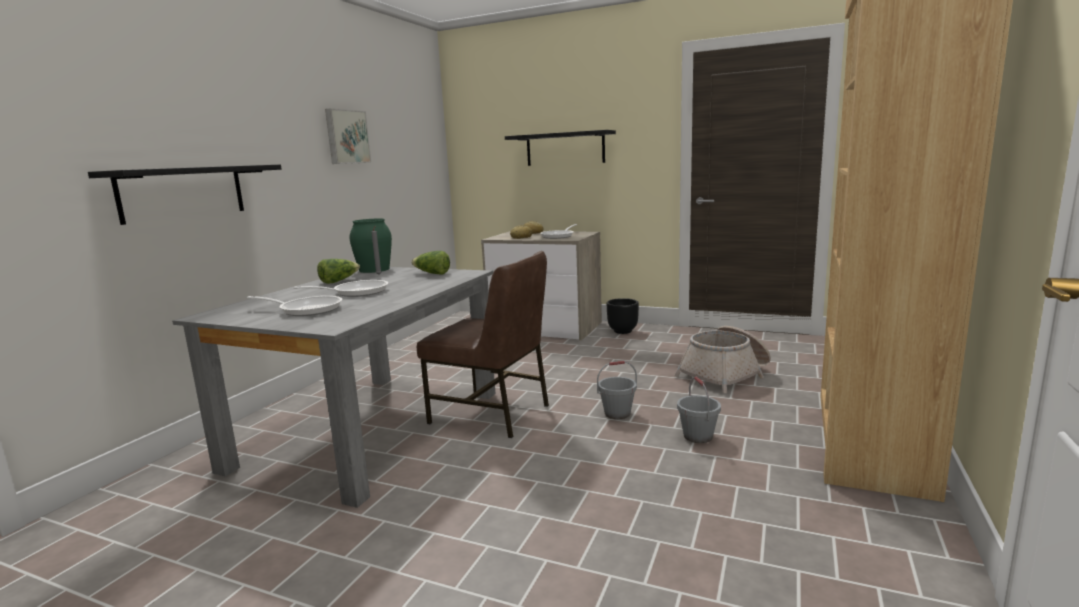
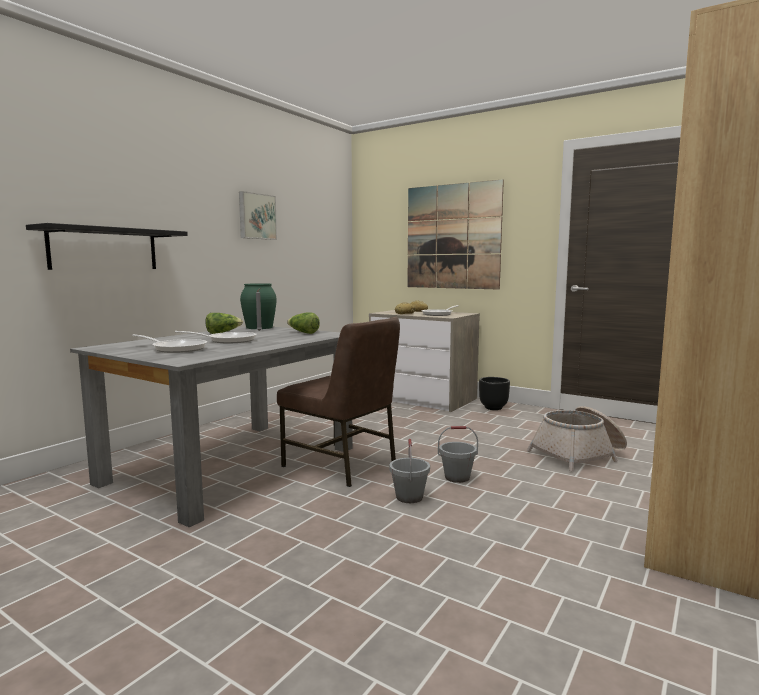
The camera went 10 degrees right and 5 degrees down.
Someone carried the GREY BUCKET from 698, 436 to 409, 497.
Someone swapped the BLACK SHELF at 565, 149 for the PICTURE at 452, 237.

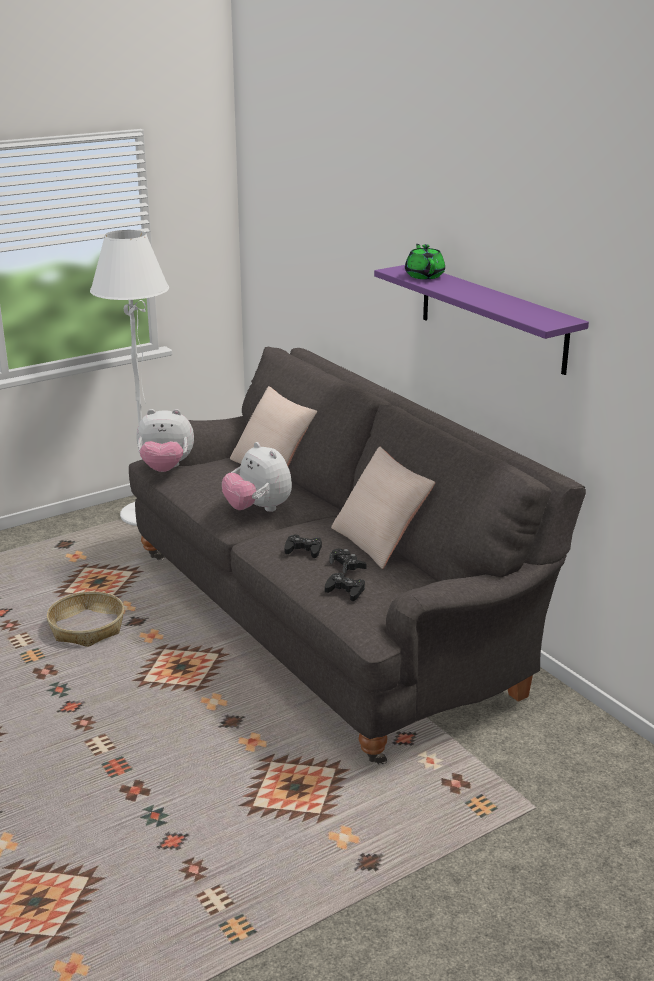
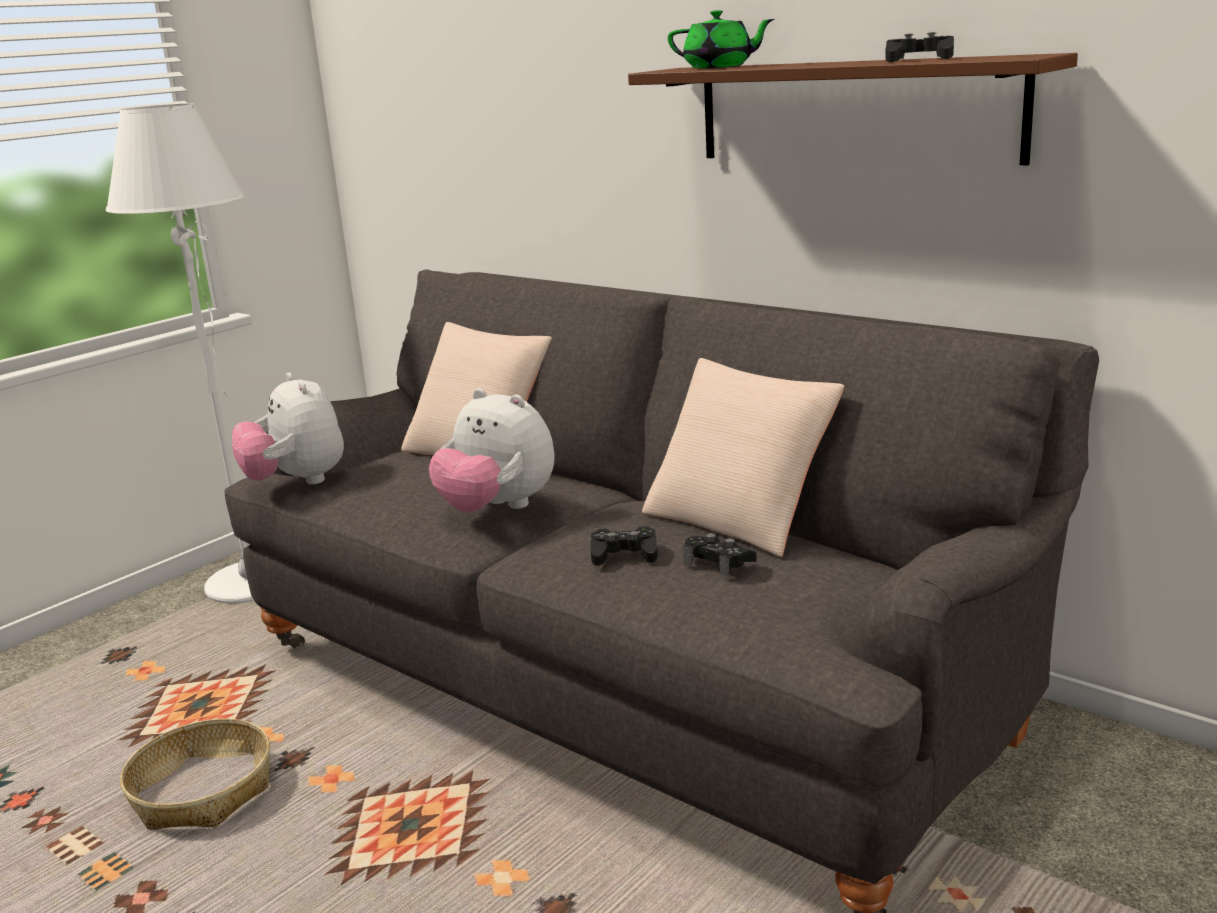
The camera went 15 degrees left and 5 degrees down.
Someone rotated the PLUSH TOY at 166, 469 by 75 degrees clockwise.
Someone repainted the PURPLE SHELF at 492, 317, which became the BROWN SHELF at 854, 111.
Someone rotated the GREEN TEAPOT at 424, 276 by 135 degrees clockwise.
Someone carried the BLACK GAME CONTROLLER from 345, 591 to 919, 59.

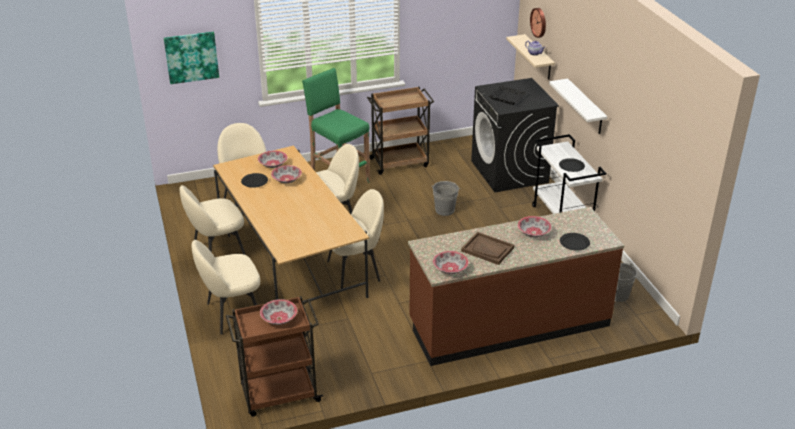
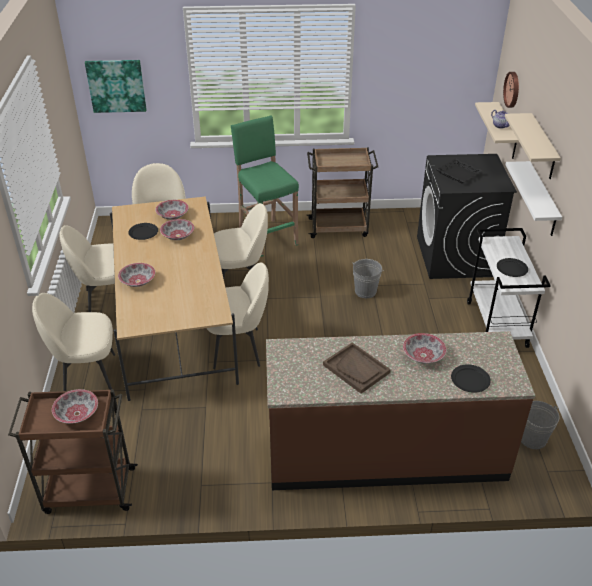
The camera went 15 degrees right and 5 degrees up.
Someone carried the BOWL from 450, 269 to 138, 281.
Someone put up the BEIGE SHELF at 542, 147.

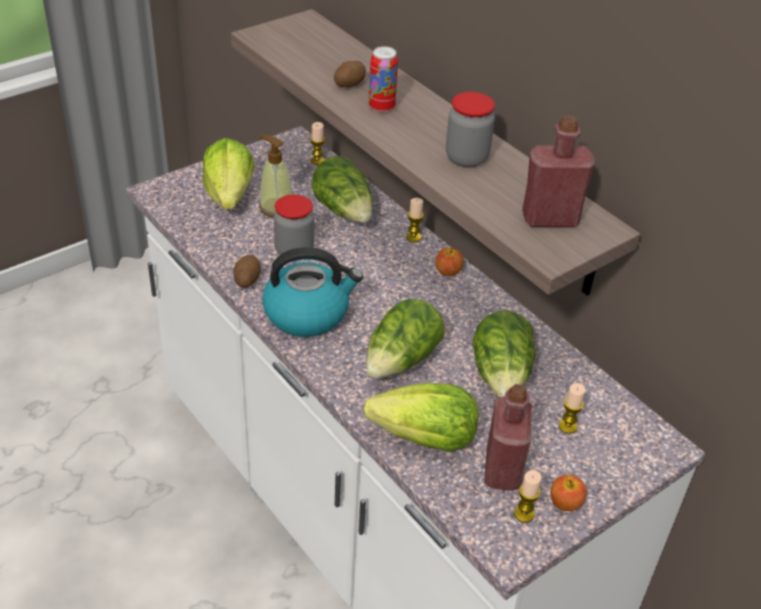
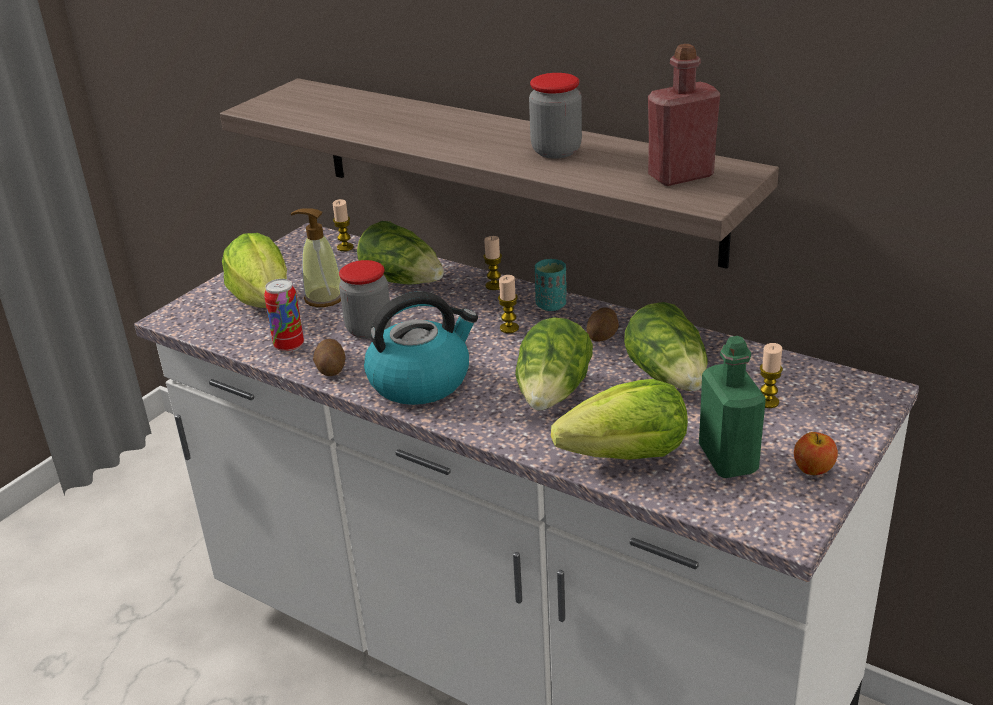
The camera went 15 degrees left and 10 degrees down.
Someone carried the CAN from 381, 107 to 289, 346.
Someone carried the CANDLE from 524, 514 to 509, 328.
Someone swapped the APPLE at 448, 272 for the TURQUOISE CUP at 551, 305.
Someone carried the POTATO from 350, 84 to 603, 336.
Someone repainted the RED BOTTLE at 502, 470, which became the GREEN BOTTLE at 728, 459.

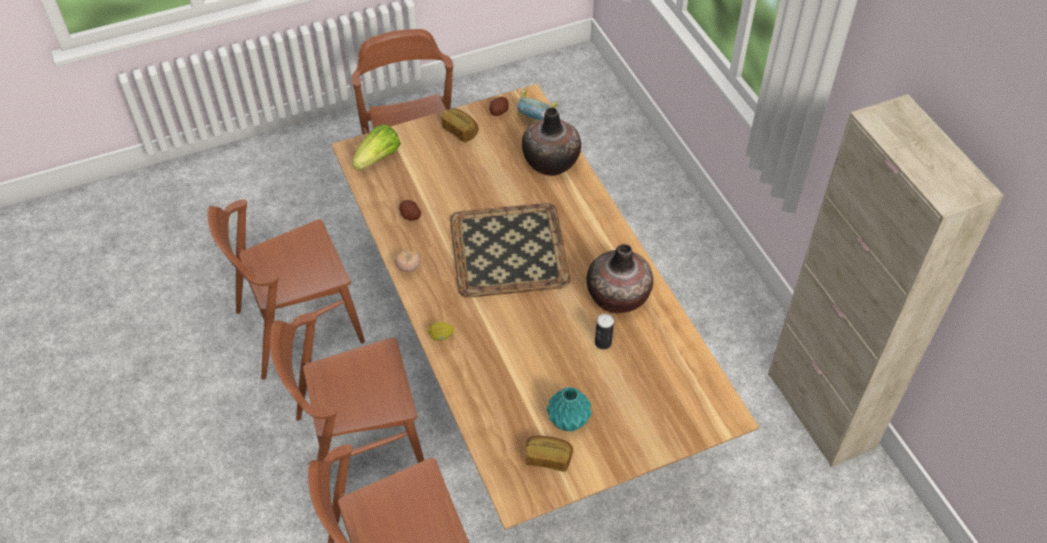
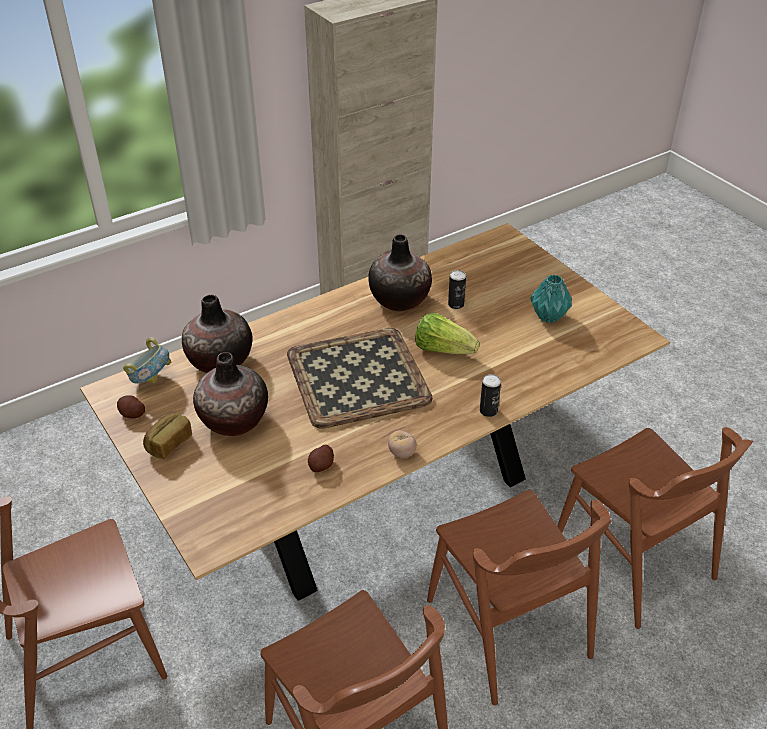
The camera went 100 degrees left and 10 degrees down.
Someone put down the VASE at 234, 420.
Someone carried the LETTUCE from 378, 158 to 443, 349.
Someone swapped the LEMON at 441, 336 for the CAN at 488, 411.
Someone took away the BREAD at 548, 458.

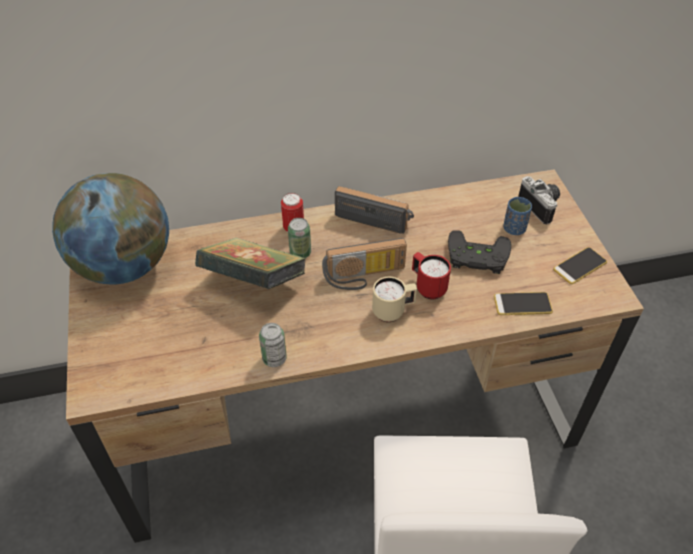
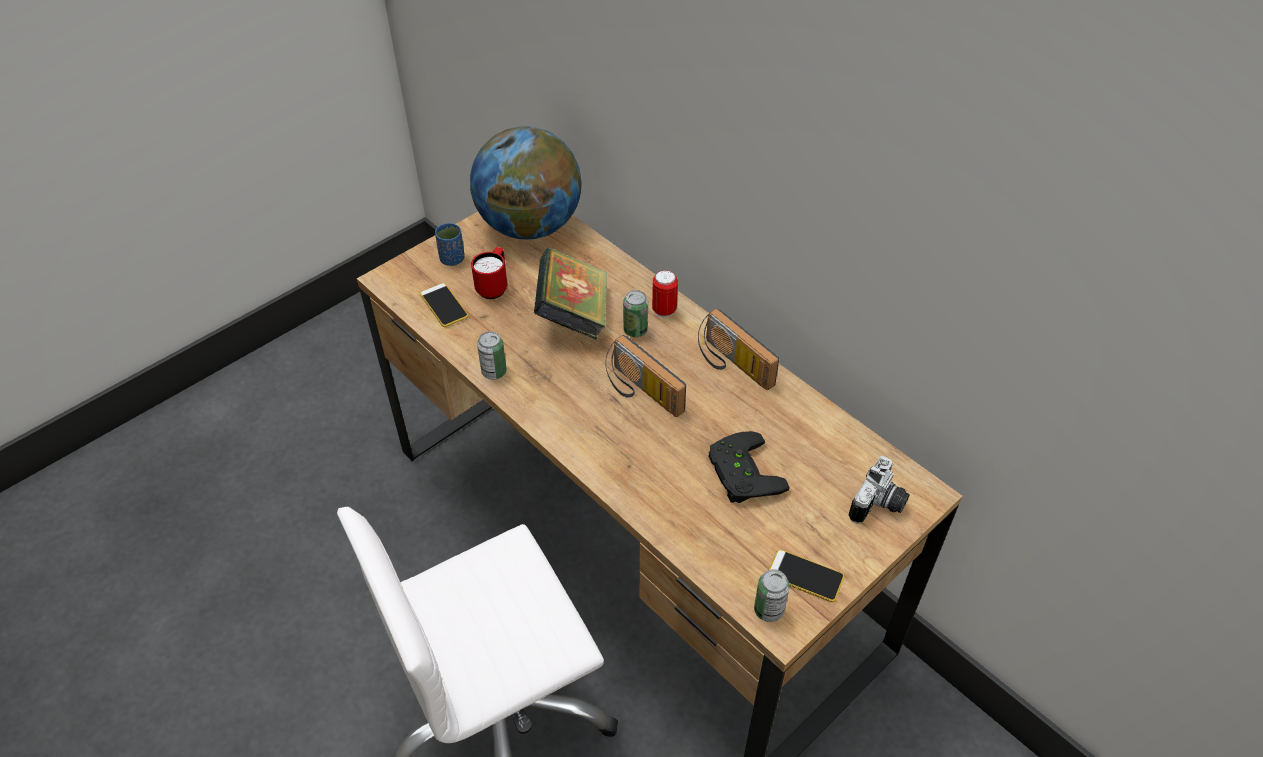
The camera went 60 degrees right and 0 degrees up.
Someone carried the PHONE from 522, 304 to 444, 305.
Someone carried the BLUE CUP from 514, 229 to 452, 259.
Someone carried the RED MUG from 427, 287 to 494, 287.
Someone rotated the RADIO at 375, 218 by 150 degrees clockwise.
Someone put down the CAN at 768, 610.
Someone took away the BEIGE MUG at 393, 311.

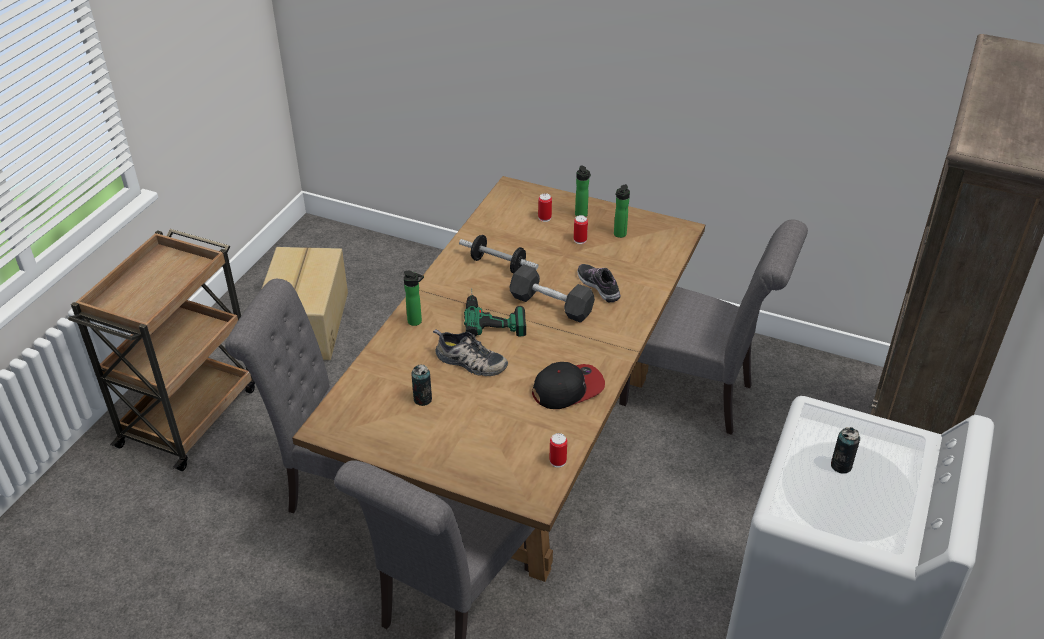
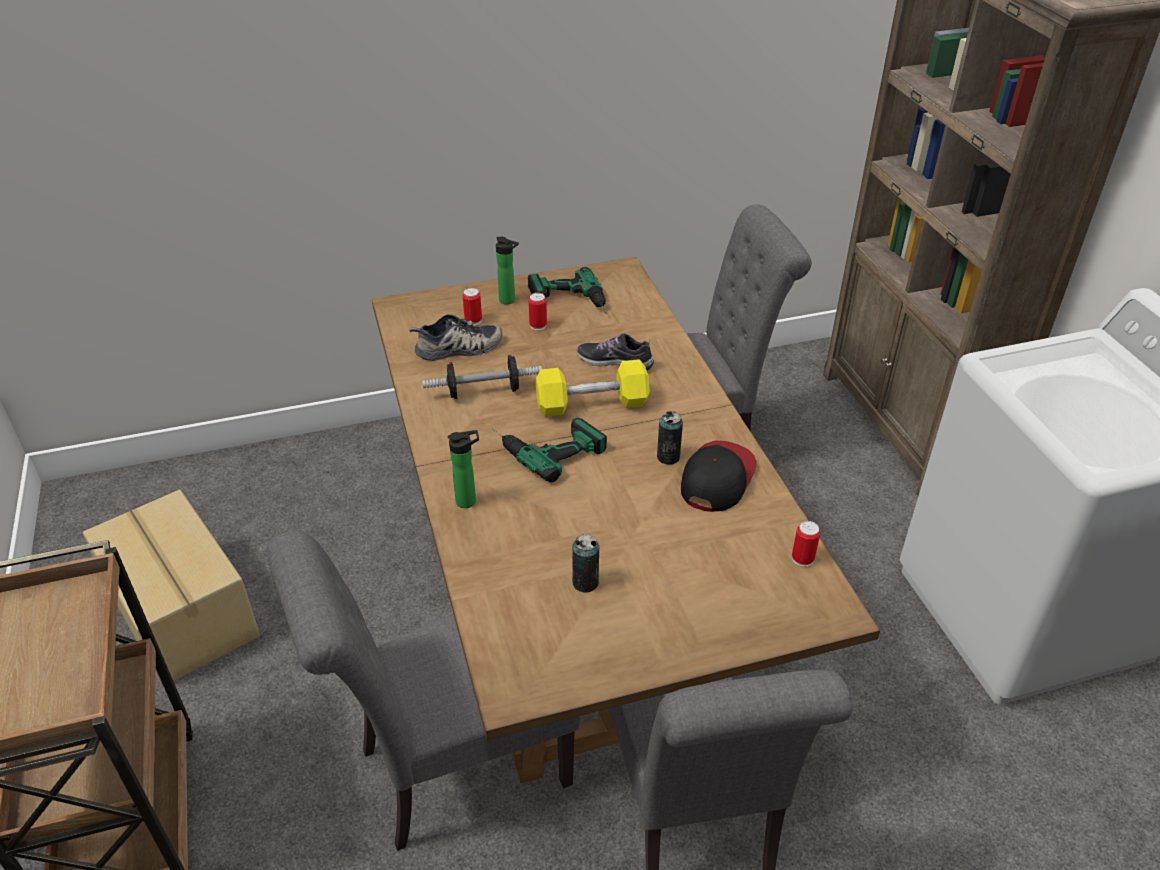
The camera went 40 degrees left and 0 degrees up.
Someone carried the SHOE from 469, 362 to 458, 349.
Someone swapped the BOTTLE at 619, 235 for the POWER DRILL at 570, 302.
Someone repainted the BLACK DUMBBELL at 551, 305, which became the YELLOW DUMBBELL at 592, 404.
Someone carried the CAN from 841, 465 to 668, 457.

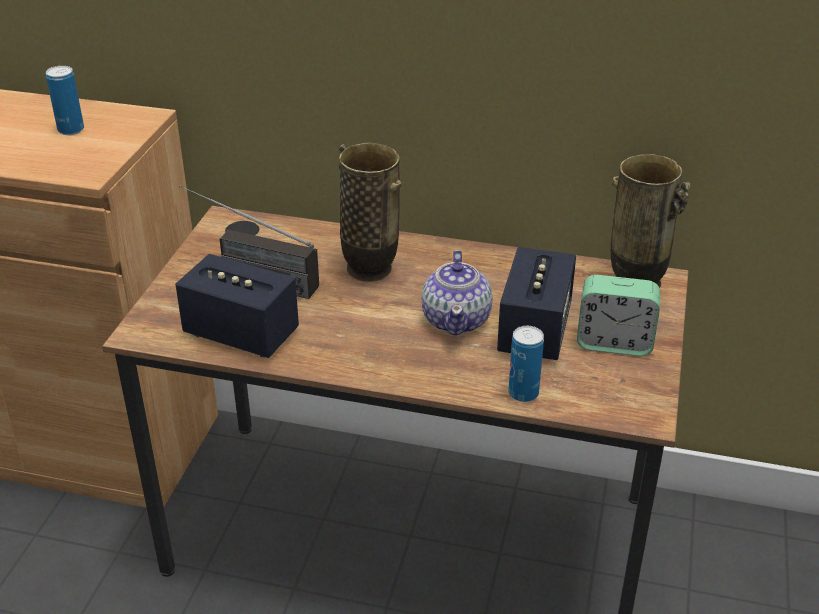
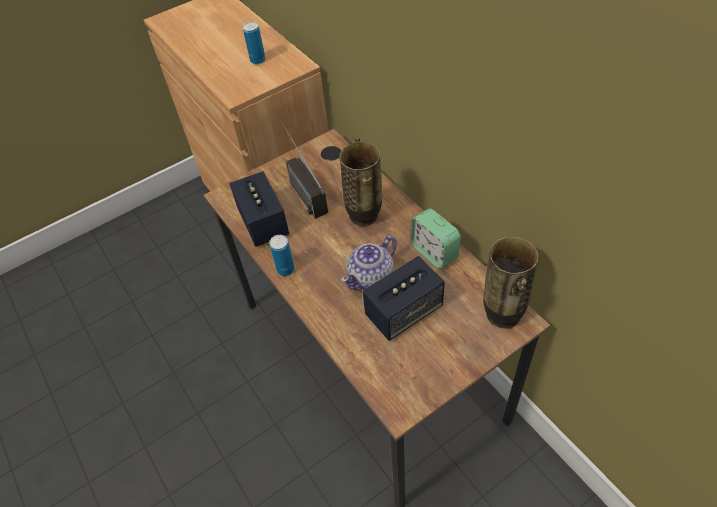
The camera went 45 degrees right and 15 degrees up.
Someone carried the CAN from 523, 393 to 285, 269.
Someone carried the ALARM CLOCK from 614, 343 to 434, 252.

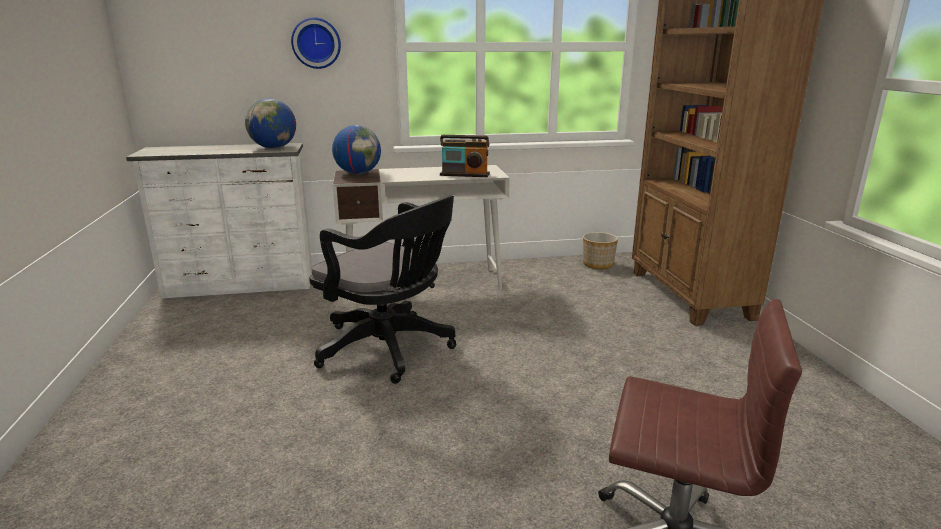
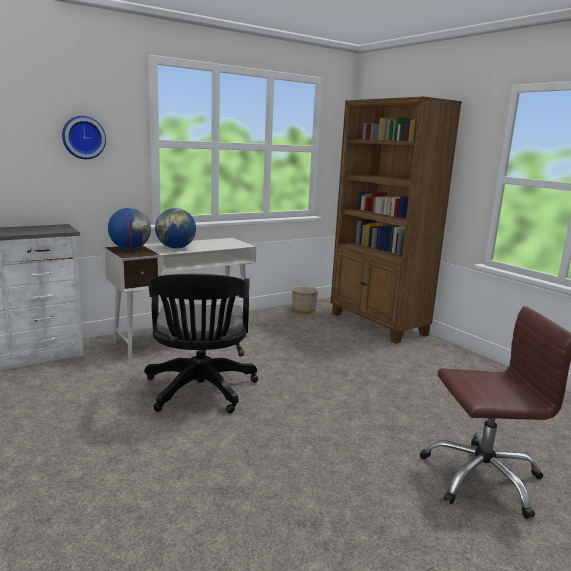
The camera went 25 degrees left and 5 degrees down.
Someone rotated the BLACK OFFICE CHAIR at 390, 349 by 75 degrees clockwise.
Someone carried the GLOBE from 274, 148 to 176, 248.
Someone took away the RADIO at 464, 175.

